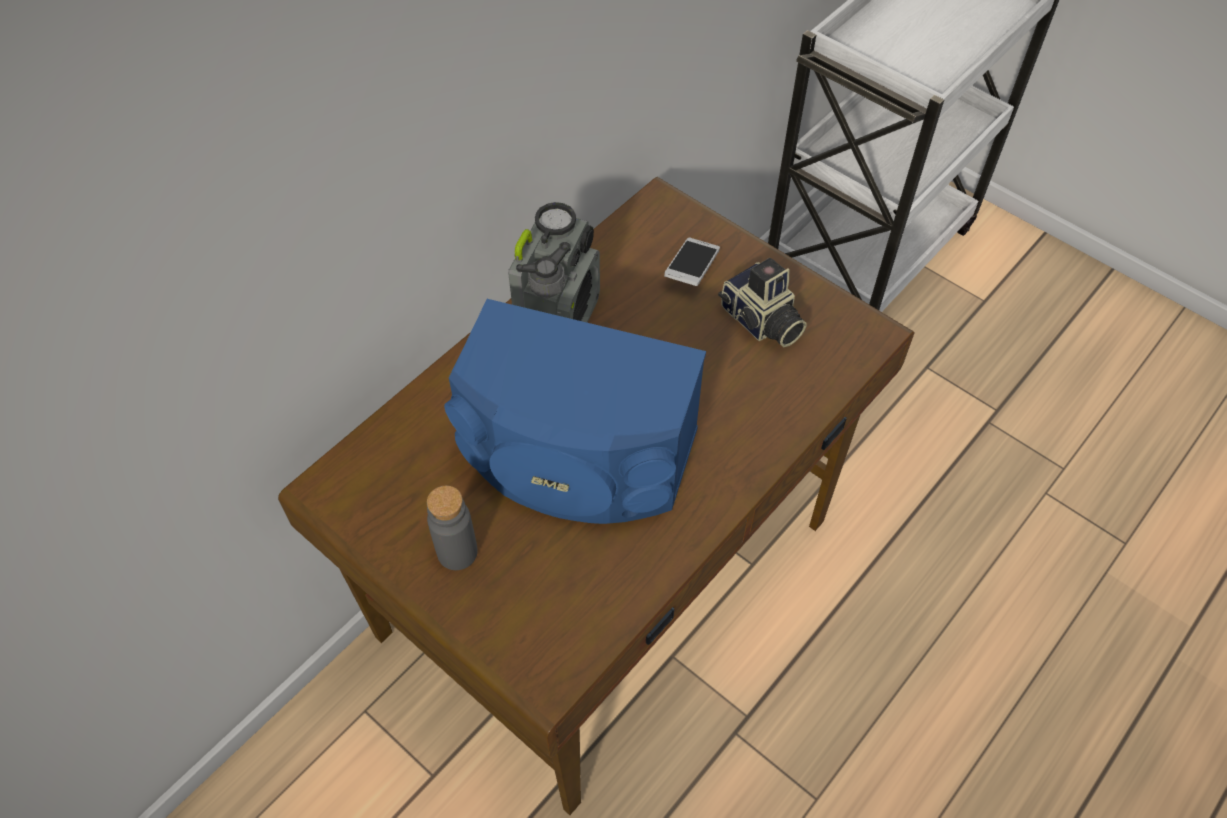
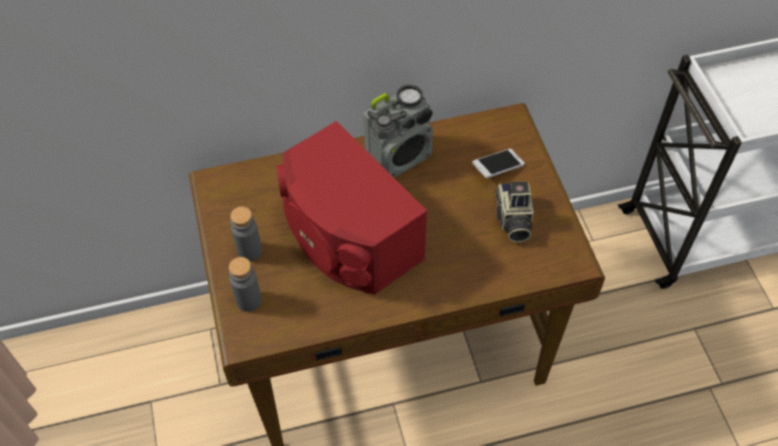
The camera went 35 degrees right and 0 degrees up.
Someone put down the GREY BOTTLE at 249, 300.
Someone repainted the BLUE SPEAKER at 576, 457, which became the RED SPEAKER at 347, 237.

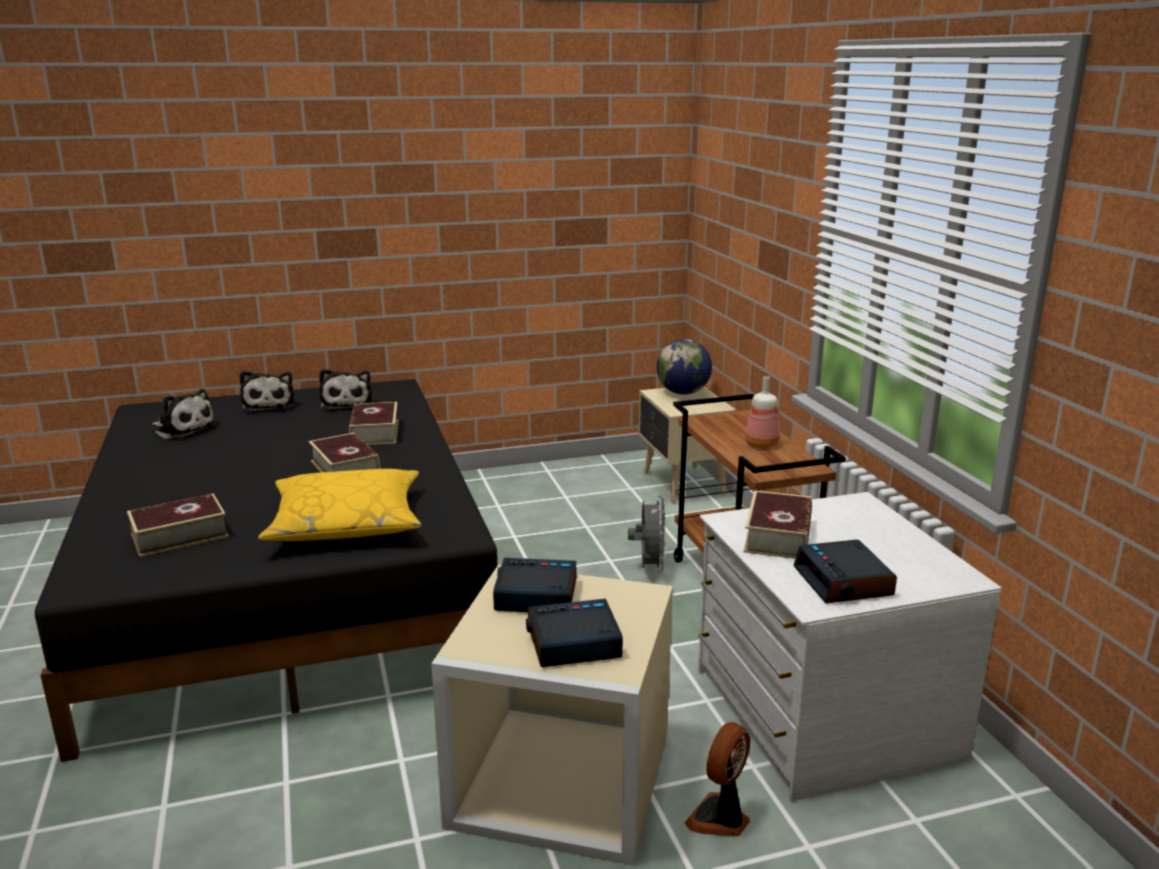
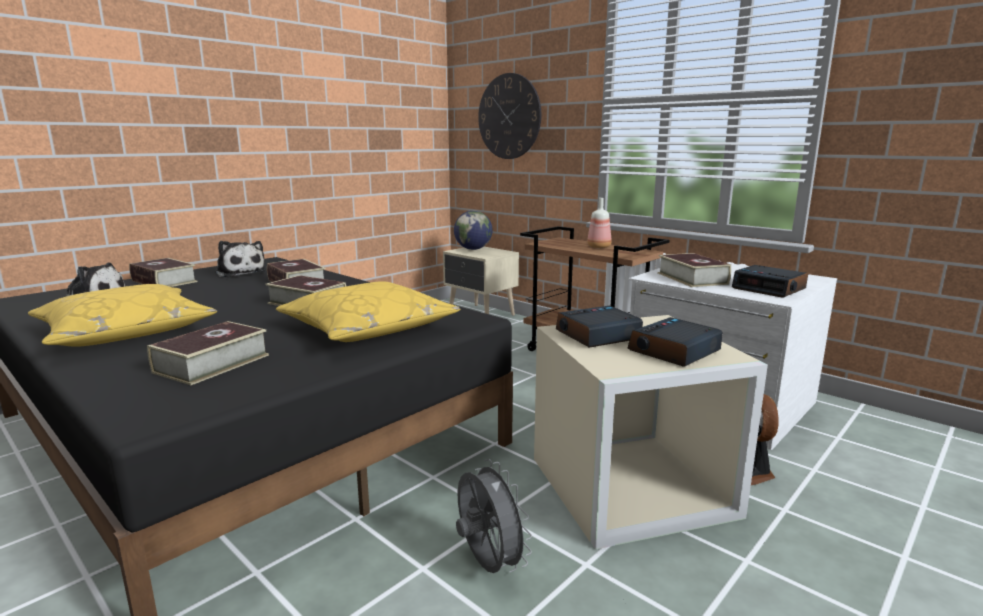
The camera went 30 degrees left and 5 degrees down.
Someone put down the YELLOW PILLOW at 126, 332.
Someone swapped the PLUSH TOY at 269, 404 for the BOOK at 164, 281.
Someone carried the GREY FAN from 649, 567 to 487, 564.
Someone put up the WALL CLOCK at 509, 116.

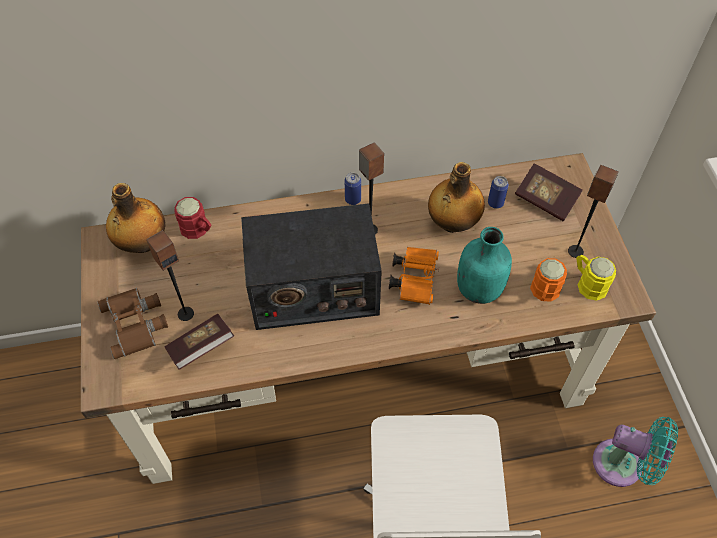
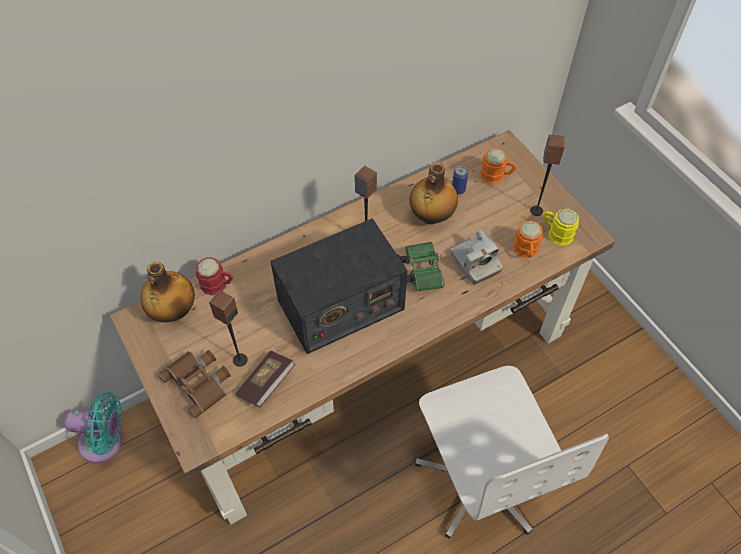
The camera went 20 degrees left and 0 degrees up.
Someone carried the TURQUOISE FAN from 623, 465 to 105, 442.
Someone repainted the ORANGE BINOCULARS at 414, 279, which became the GREEN BINOCULARS at 420, 271.
Someone swapped the TURQUOISE BOTTLE at 479, 288 for the PHOTO CAMERA at 475, 263.
Someone swapped the BOOK at 545, 200 for the ORANGE MUG at 496, 176.
Someone took away the CAN at 353, 199.

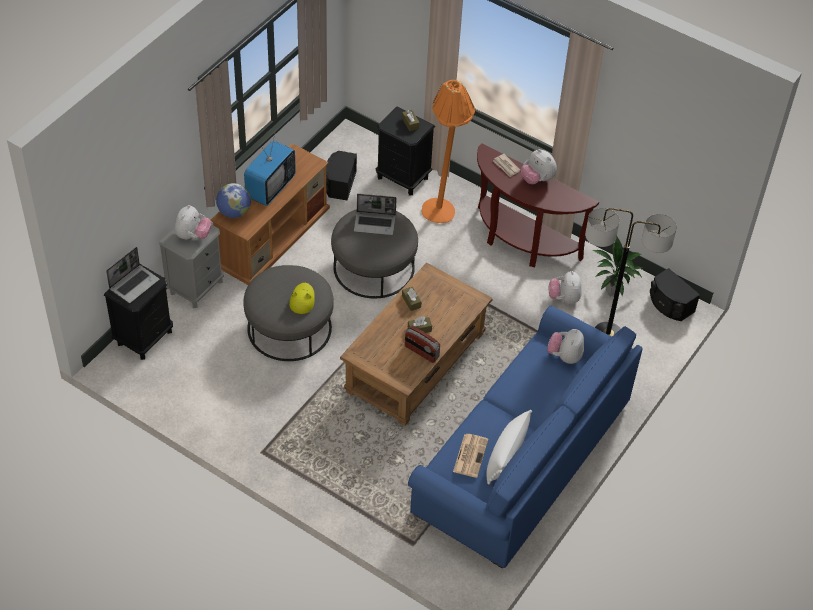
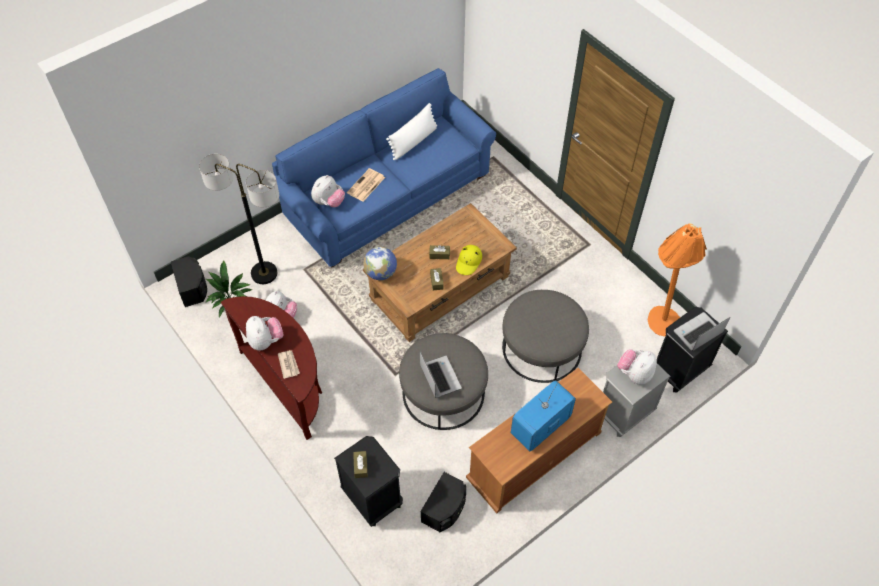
The camera went 160 degrees left and 5 degrees up.
Someone carried the NEWSPAPER from 470, 455 to 366, 186.
Someone carried the GLOBE from 234, 212 to 381, 273.
Someone rotated the LAPTOP at 375, 223 by 45 degrees clockwise.
Someone carried the YELLOW HAT from 302, 300 to 468, 262.
Someone carried the ORANGE FLOOR LAMP from 444, 206 to 657, 325.
Someone took away the RADIO at 421, 352.

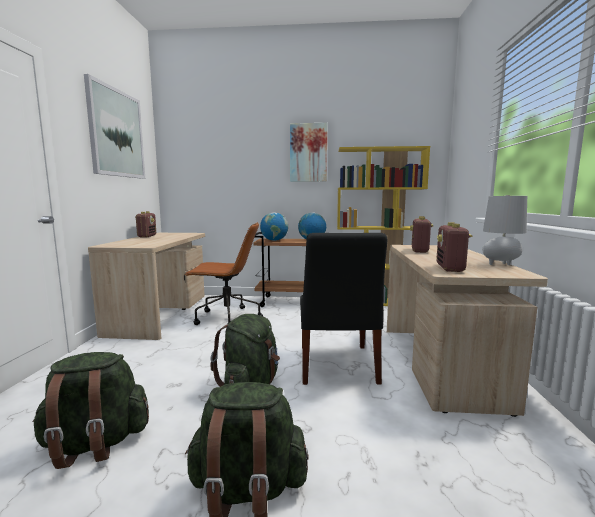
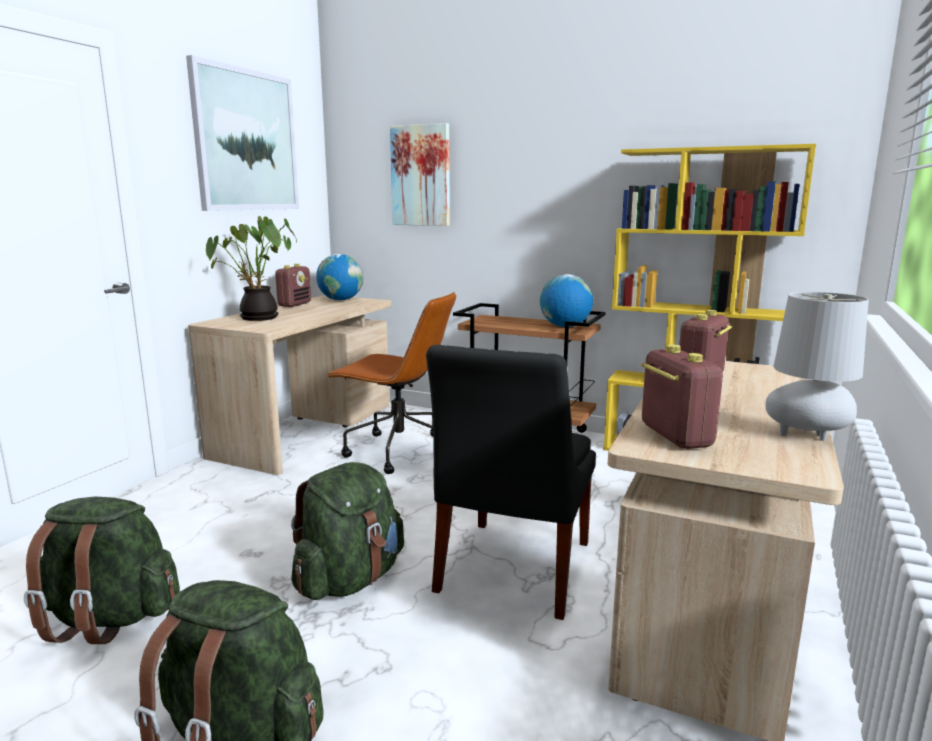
The camera went 20 degrees right and 5 degrees up.
Someone put down the POTTED PLANT at 257, 318.
Someone carried the GLOBE from 274, 240 to 341, 300.
Someone carried the PICTURE from 308, 153 to 421, 176.
Someone rotated the RADIO at 450, 268 by 135 degrees clockwise.

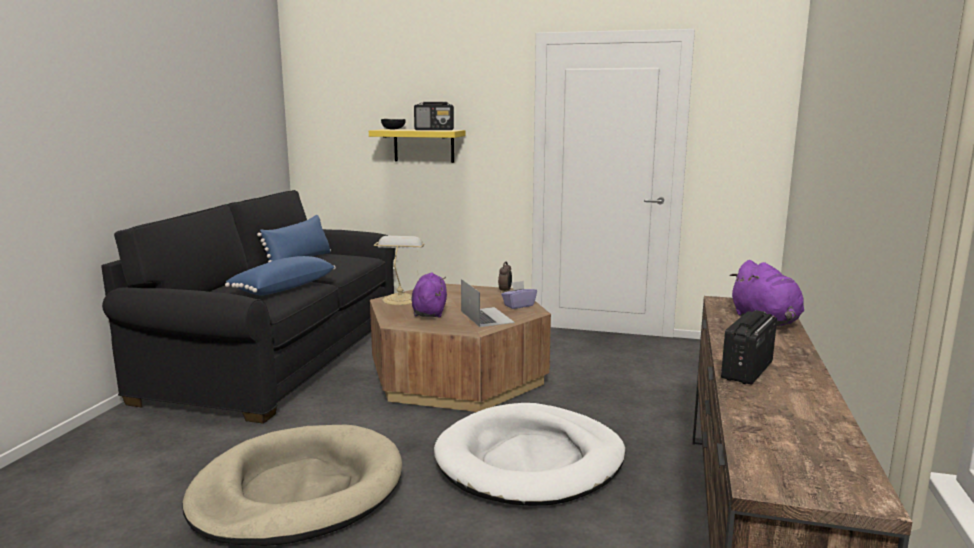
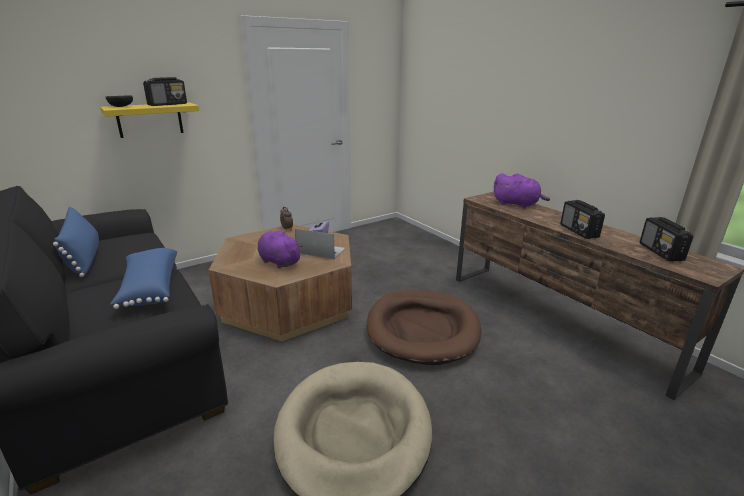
The camera went 50 degrees left and 10 degrees up.
Someone repainted the WHITE DOG BED at 530, 461, which became the BROWN DOG BED at 422, 329.
Someone put down the RADIO at 661, 252.
Someone took away the TABLE LAMP at 400, 299.

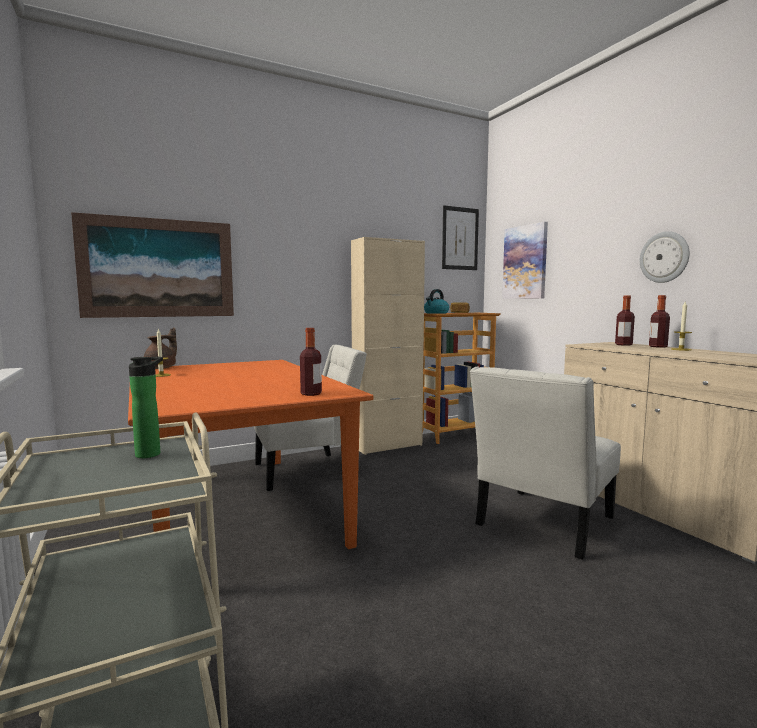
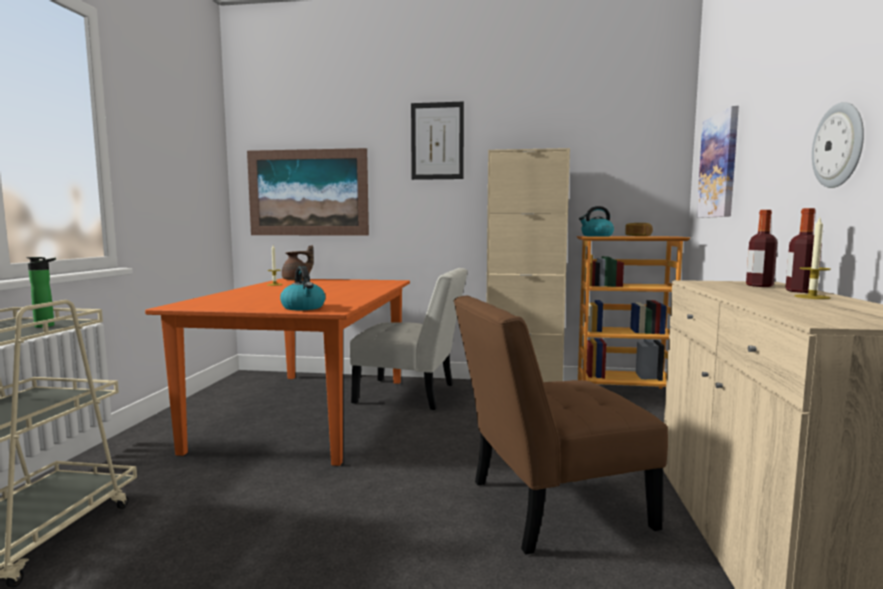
The camera went 35 degrees right and 0 degrees up.
Someone swapped the BOTTLE at 311, 394 for the KETTLE at 304, 307.
Someone carried the PICTURE from 460, 238 to 437, 141.
Someone repainted the WHITE CHAIR at 541, 524, which became the BROWN CHAIR at 549, 506.

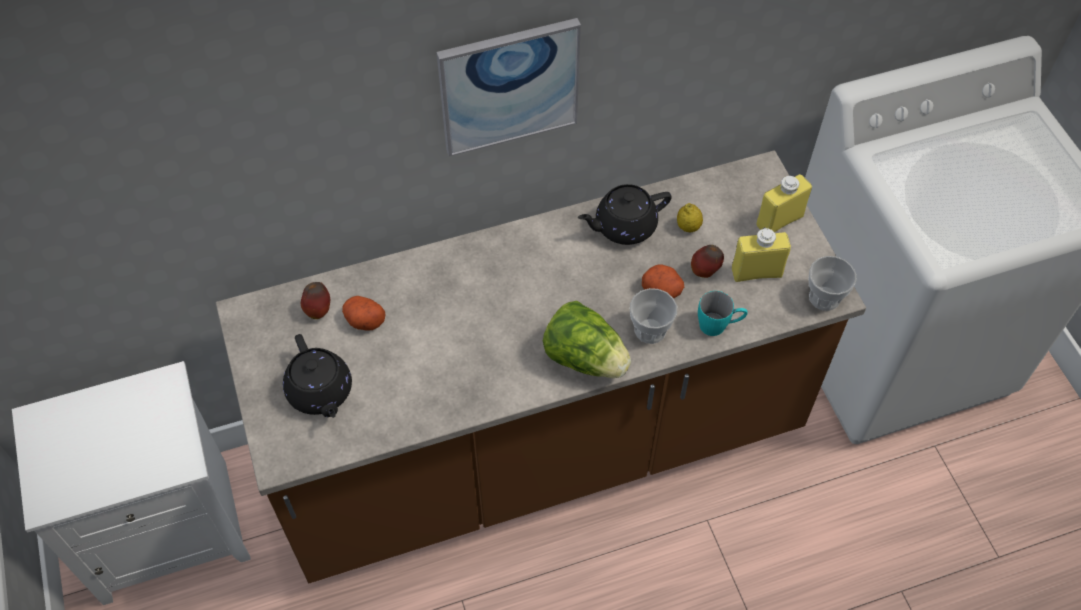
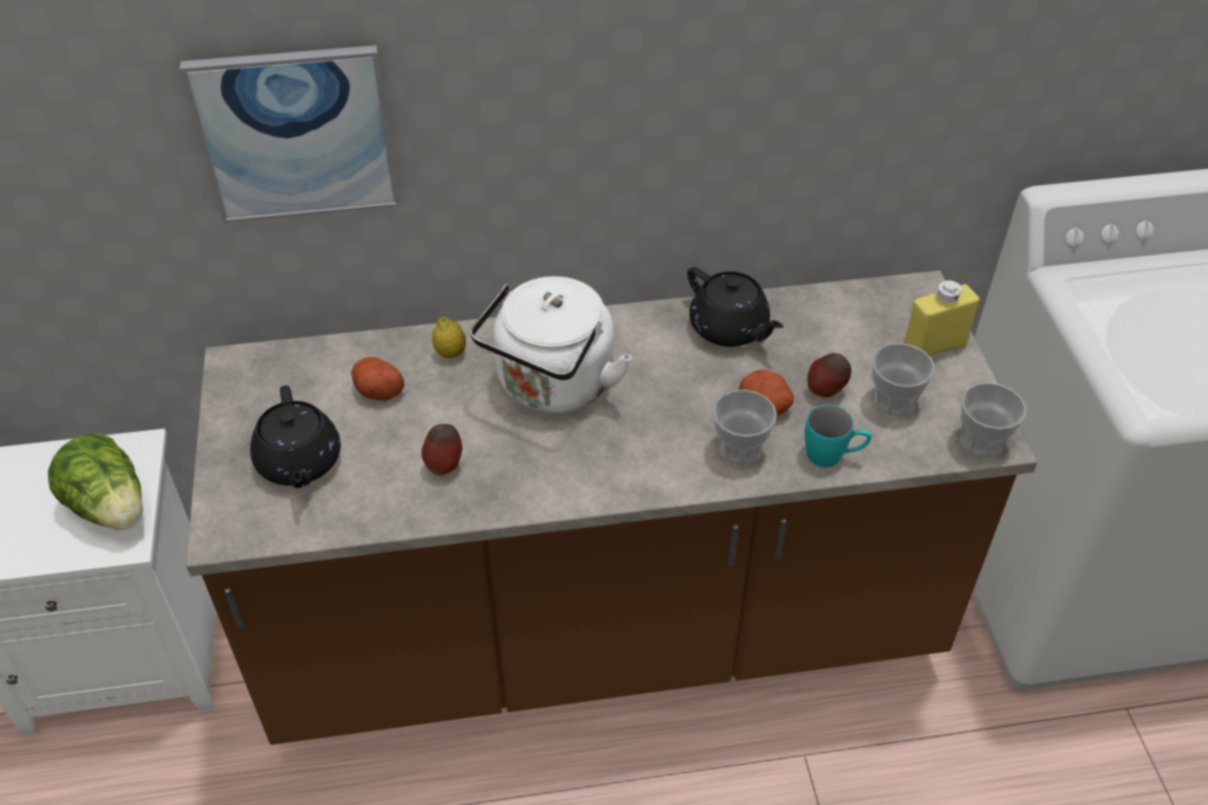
The camera went 10 degrees right and 10 degrees down.
Someone carried the LETTUCE from 585, 358 to 111, 507.
Someone carried the PICTURE from 509, 86 to 296, 133.
Someone carried the APPLE from 318, 310 to 444, 466.
Someone carried the LEMON from 688, 227 to 450, 353.
Someone put down the WHITE KETTLE at 552, 387.
Someone rotated the BLACK TEAPOT at 624, 226 by 120 degrees counterclockwise.
Someone swapped the YELLOW BOTTLE at 756, 272 for the CUP at 894, 401.

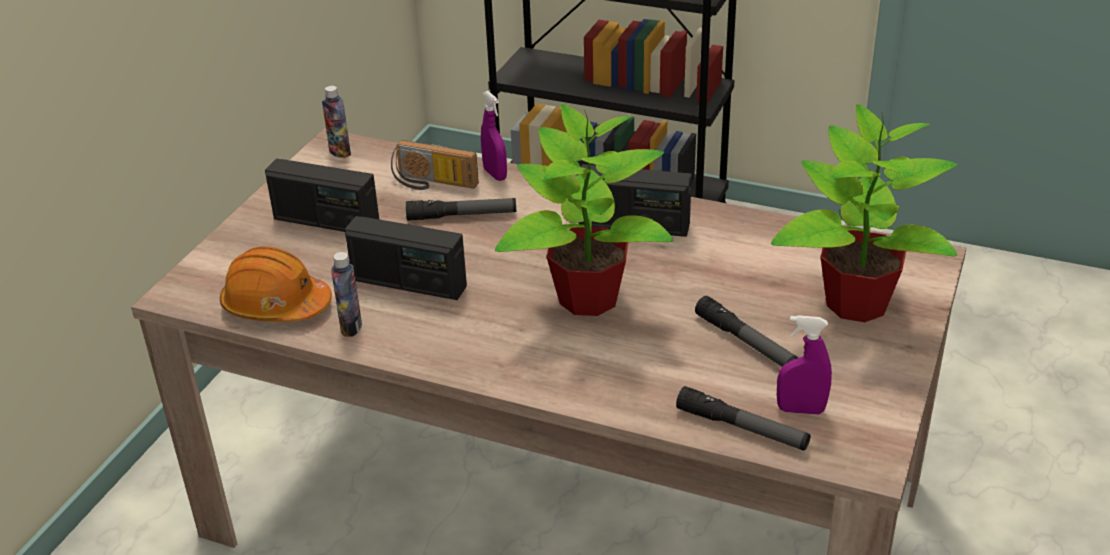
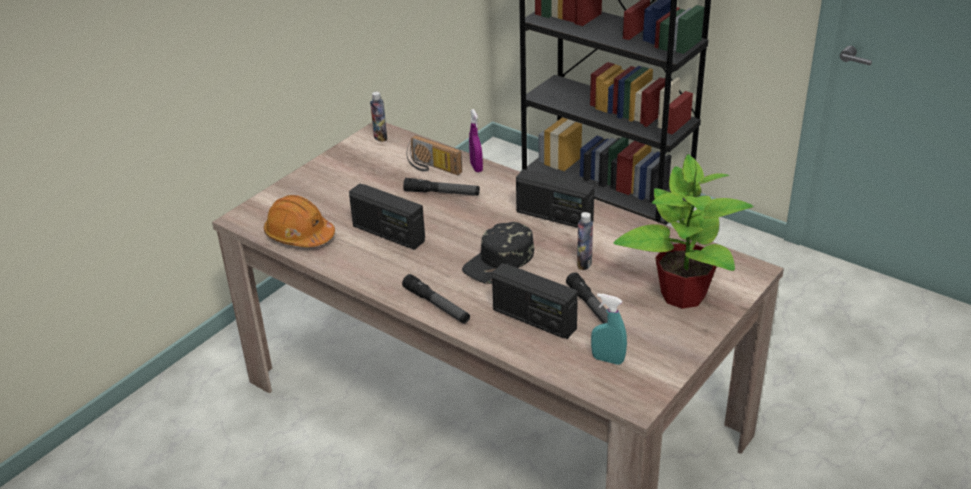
The camera went 15 degrees right and 0 degrees up.
Someone carried the FLASHLIGHT from 742, 428 to 436, 305.
Someone swapped the POTTED PLANT at 586, 298 for the BLACK CAP at 499, 261.
Someone carried the RADIO from 326, 222 to 534, 319.
Someone carried the BOTTLE from 351, 327 to 584, 263.
Someone repainted the PURPLE SPRAY BOTTLE at 800, 410, which became the TURQUOISE SPRAY BOTTLE at 608, 359.

